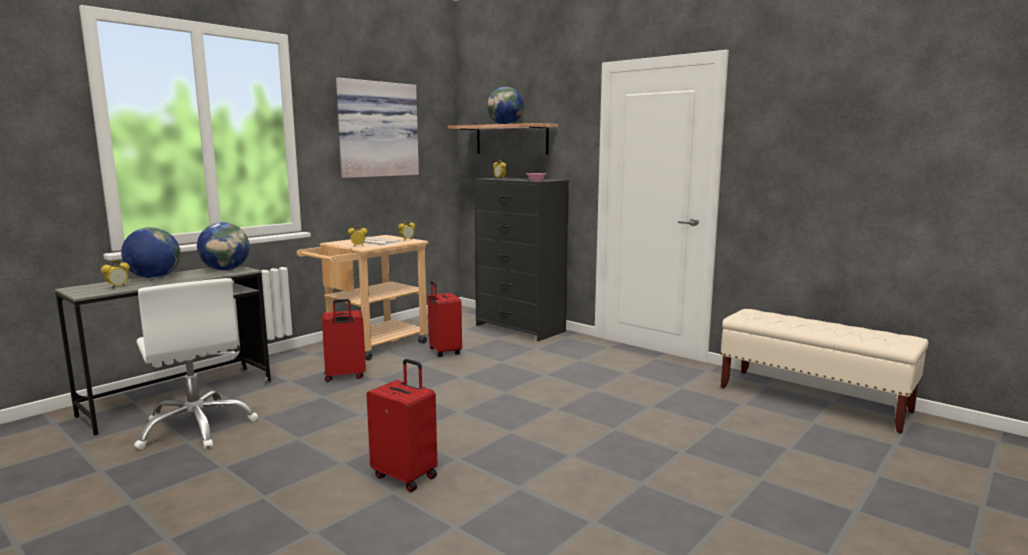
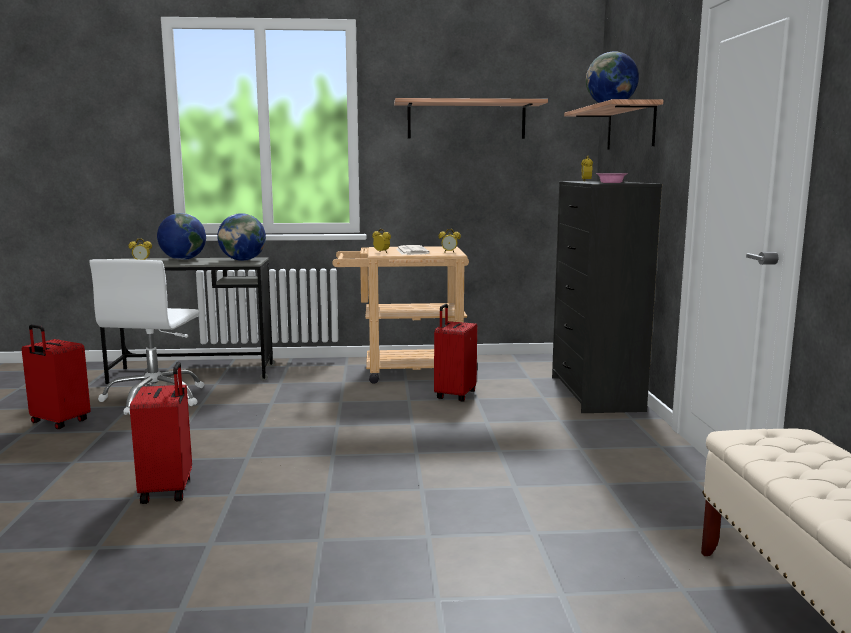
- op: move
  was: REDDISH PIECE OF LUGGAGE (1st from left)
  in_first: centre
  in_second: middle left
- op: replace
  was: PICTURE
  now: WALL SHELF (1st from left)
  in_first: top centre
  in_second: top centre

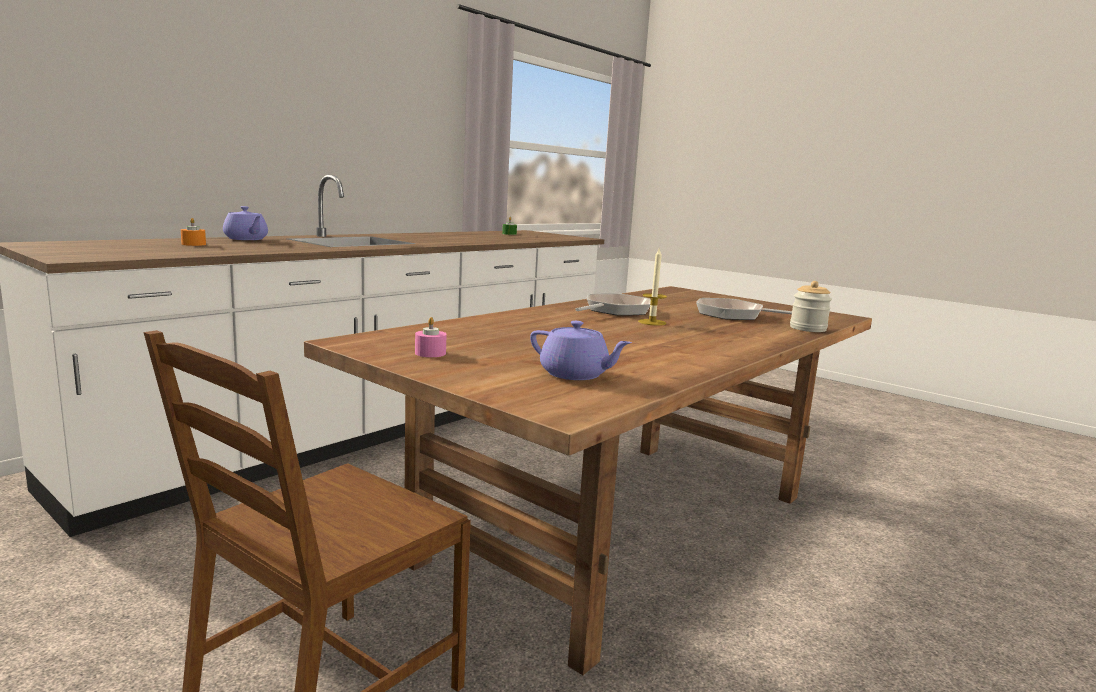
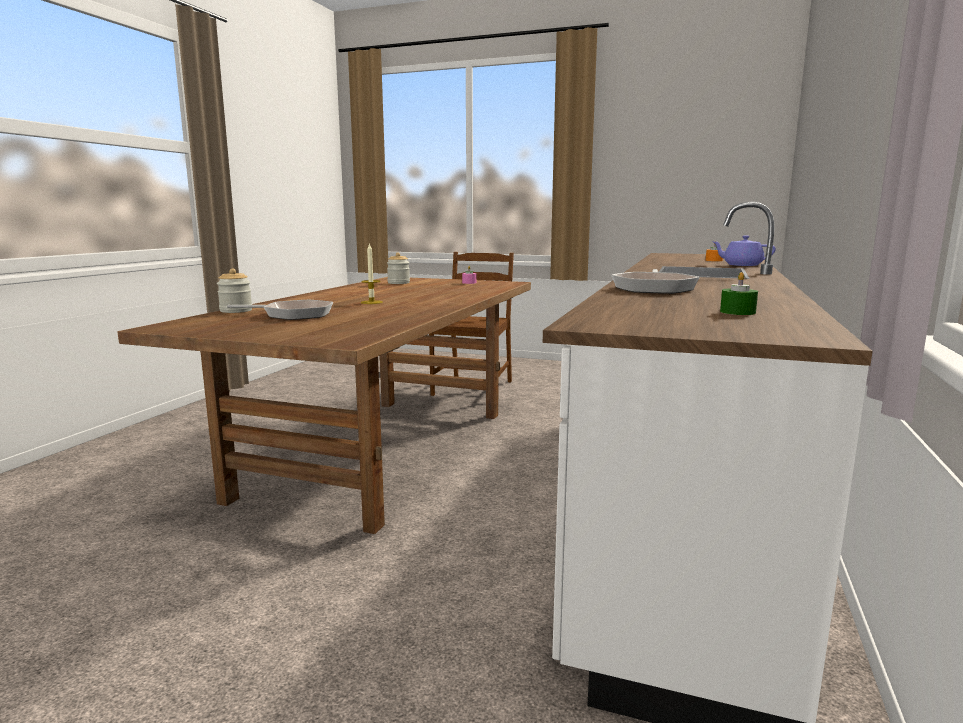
- op: replace
  was: PURPLE-COLOURED POT FOR TEA (2nd from left)
  now: PRESERVE JAR (2nd from left)
  in_first: centre
  in_second: centre
- op: move
  was: FRYING PAN (1st from left in the first image)
  now: FRYING PAN (2nd from left)
  in_first: centre
  in_second: middle right

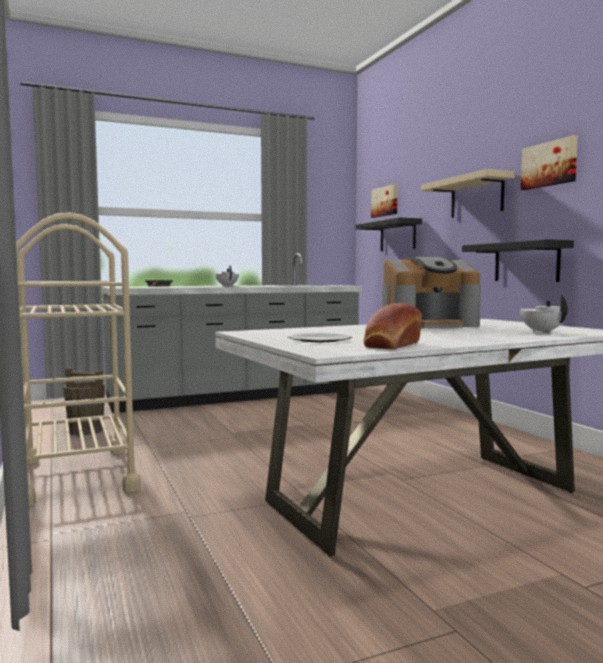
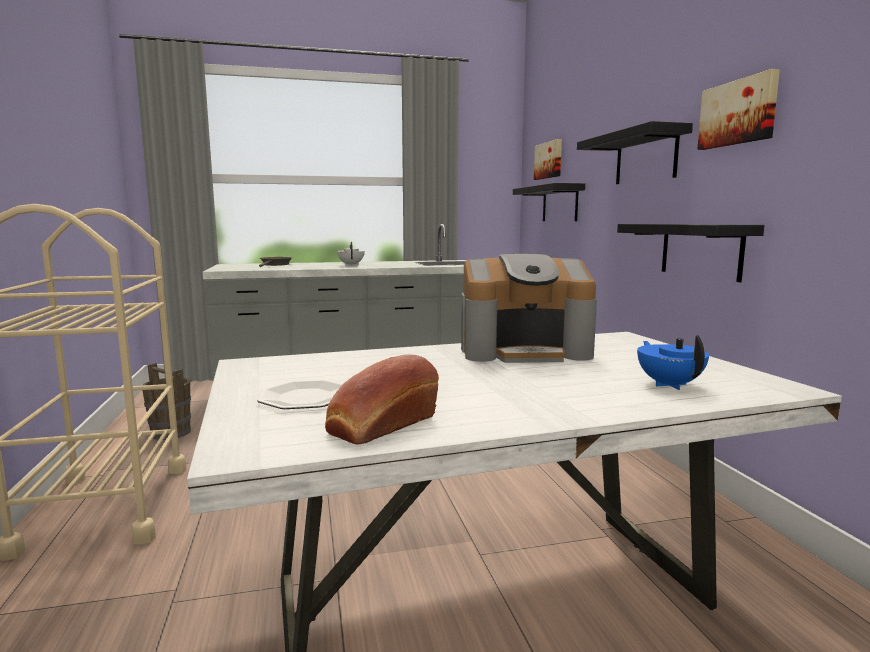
- op: recolor
  was: SAND-COLOURED WALL SHELF
  now: BLACK WALL SHELF (2nd from left)
  in_first: top right
  in_second: top right
- op: recolor
  was: WHITISH POT FOR TEA (2nd from left)
  now: BLUE POT FOR TEA
  in_first: middle right
  in_second: middle right

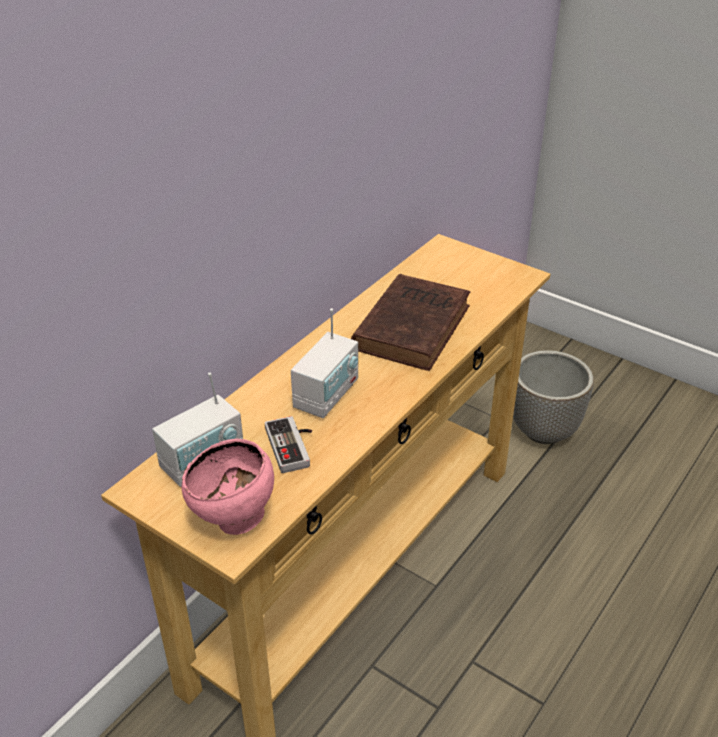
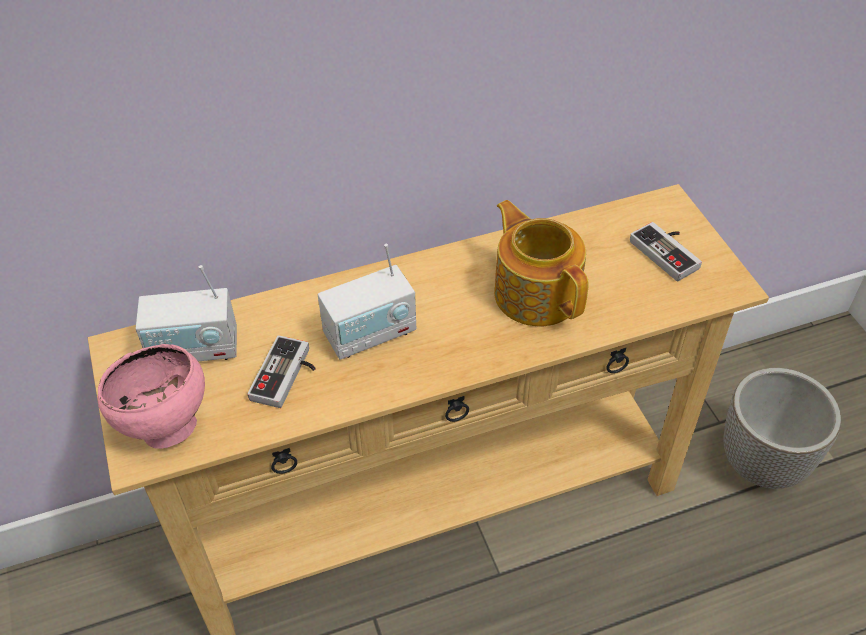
- op: replace
  was: BROWN-COLOURED BOOK
  now: POT FOR TEA
  in_first: centre
  in_second: centre
- op: insert
  now: JOYPAD (2nd from left)
  in_second: middle right

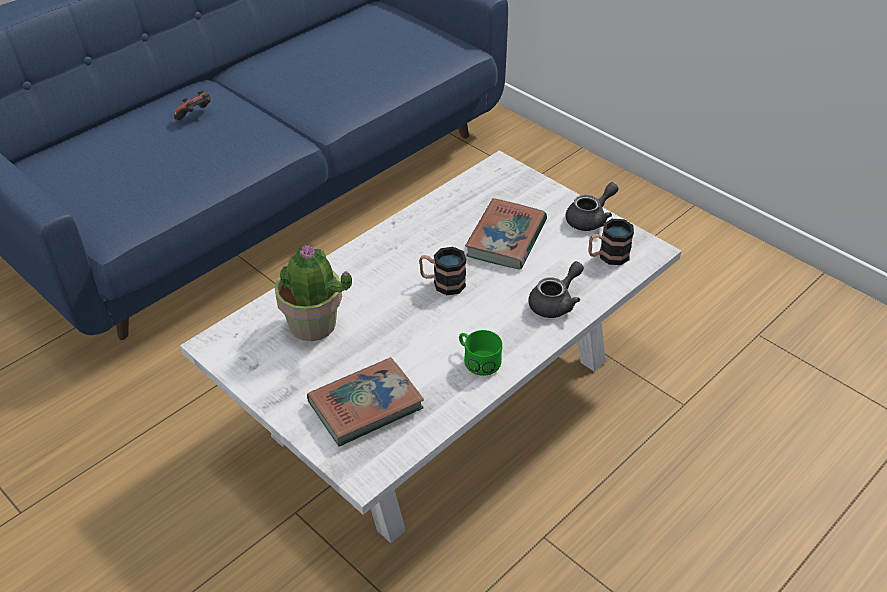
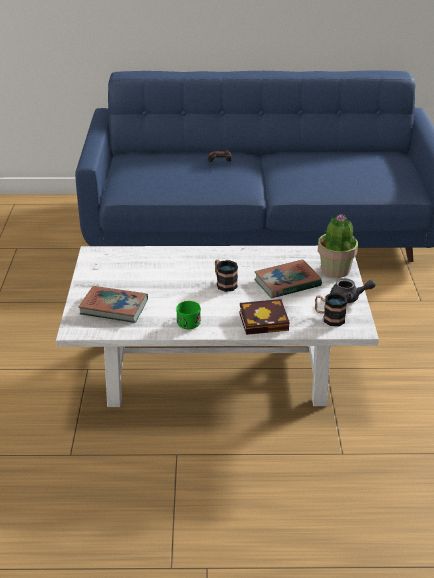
- op: replace
  was: GREYISH POT FOR TEA (1st from left)
  now: BOOK (2nd from left)
  in_first: centre
  in_second: centre
- op: move
  was: POTTED PLANT
  in_first: centre
  in_second: middle right

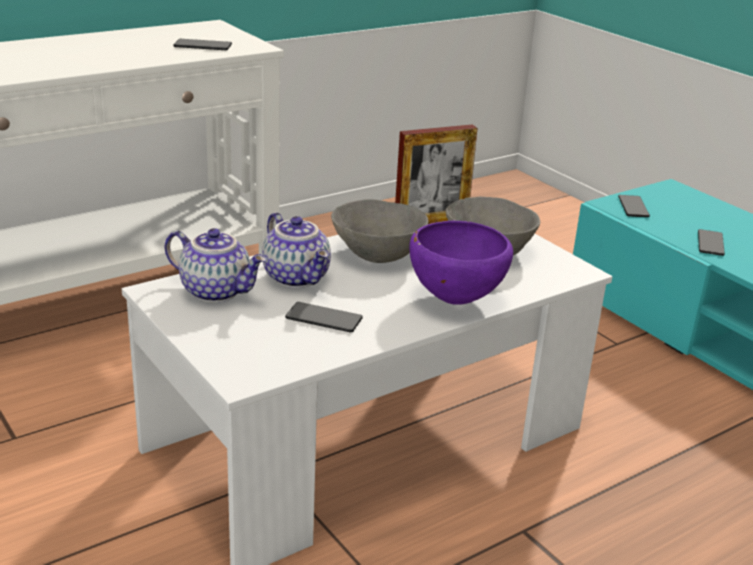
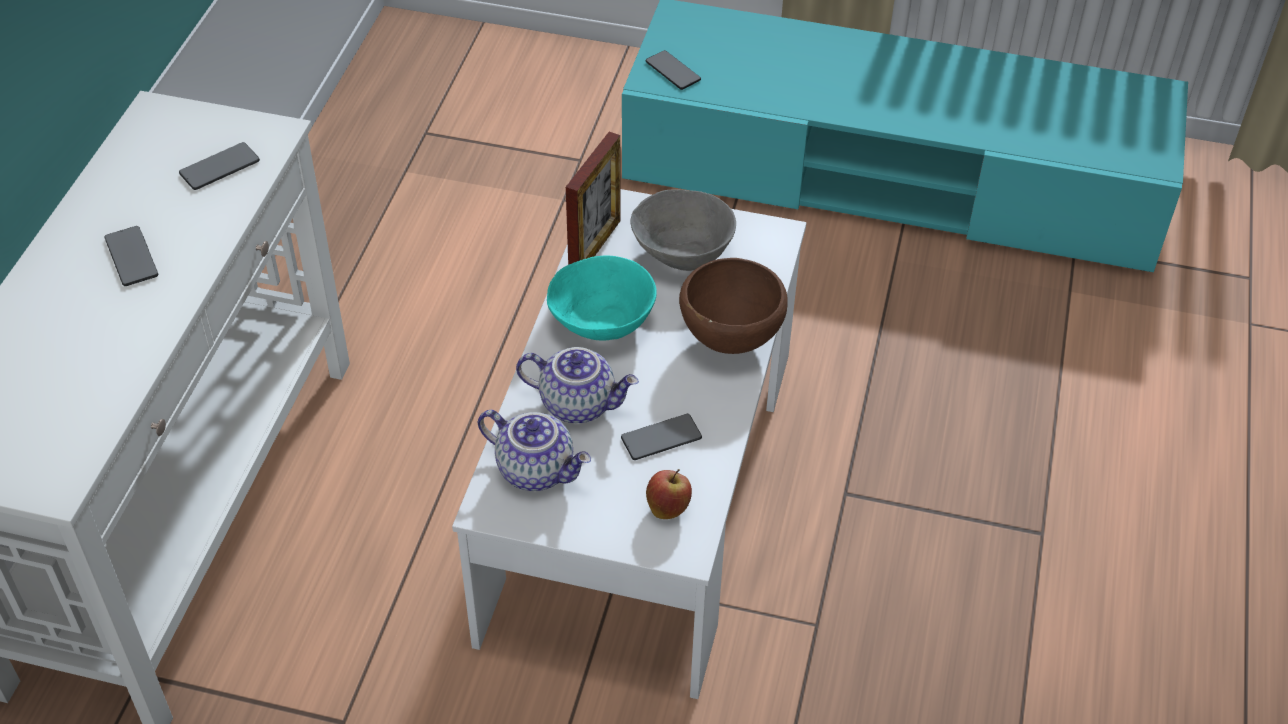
- op: move
  was: TELEPHONE (4th from left in the first image)
  now: TELEPHONE (1st from left)
  in_first: middle right
  in_second: middle left
- op: rotate
  was: POT FOR TEA (1st from left)
  in_first: middle left
  in_second: centre
  clockwise: 45
- op: recolor
  was: GREYISH DEEP DISH (1st from left)
  now: BLUE-GREEN DEEP DISH
  in_first: centre
  in_second: centre
- op: insert
  now: APPLE FRUIT
  in_second: bottom centre
- op: recolor
  was: PURPLE-COLOURED DEEP DISH
  now: BROWN-COLOURED DEEP DISH
  in_first: centre
  in_second: centre

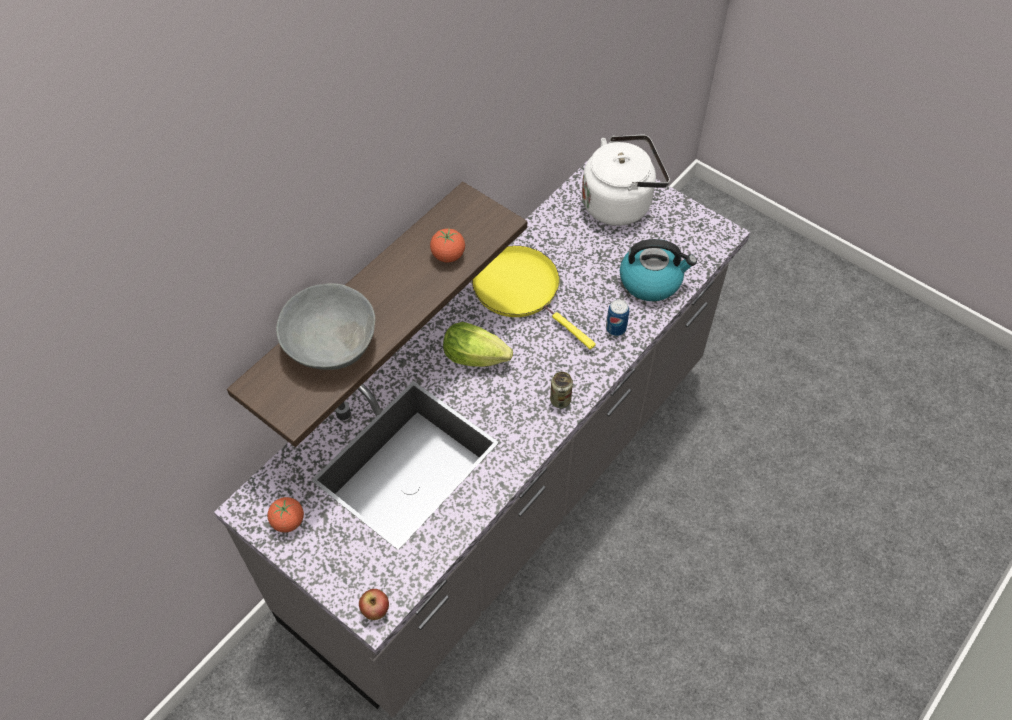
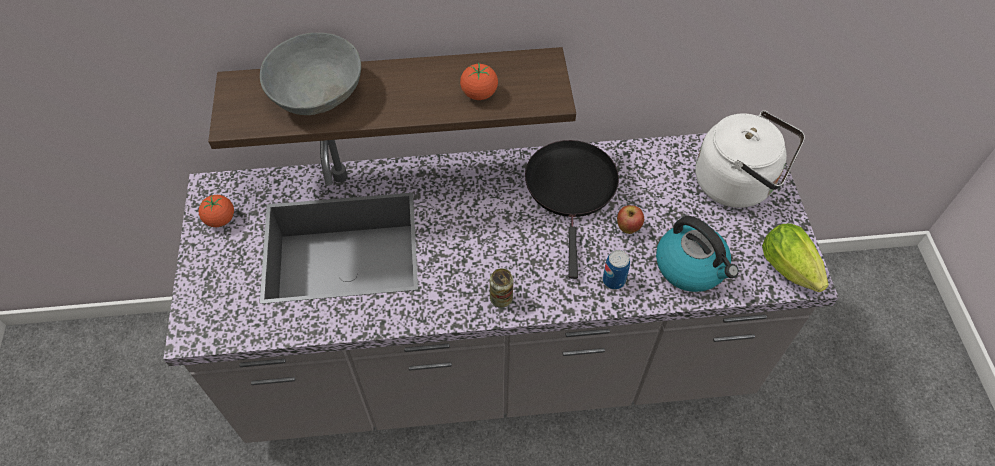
- op: recolor
  was: YELLOW-COLOURED FRYING PAN
  now: BLACK FRYING PAN
  in_first: centre
  in_second: centre
- op: move
  was: APPLE FRUIT
  in_first: bottom centre
  in_second: centre
- op: move
  was: HEAD OF LETTUCE
  in_first: centre
  in_second: middle right

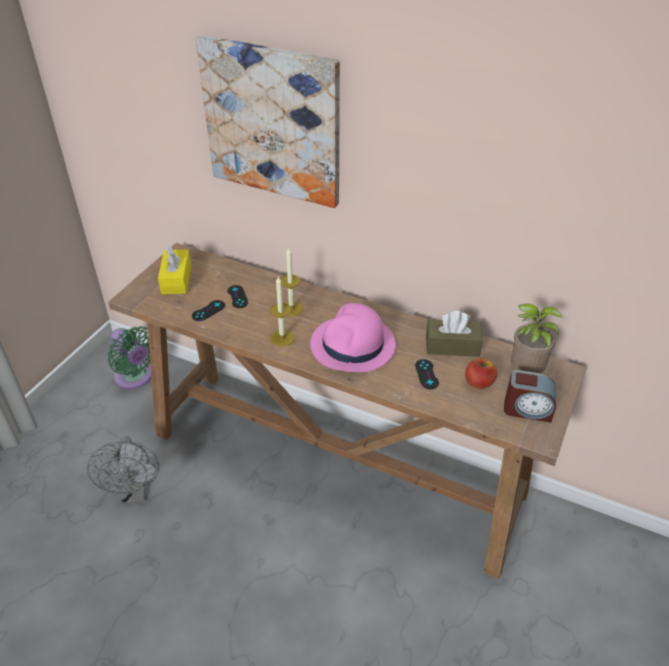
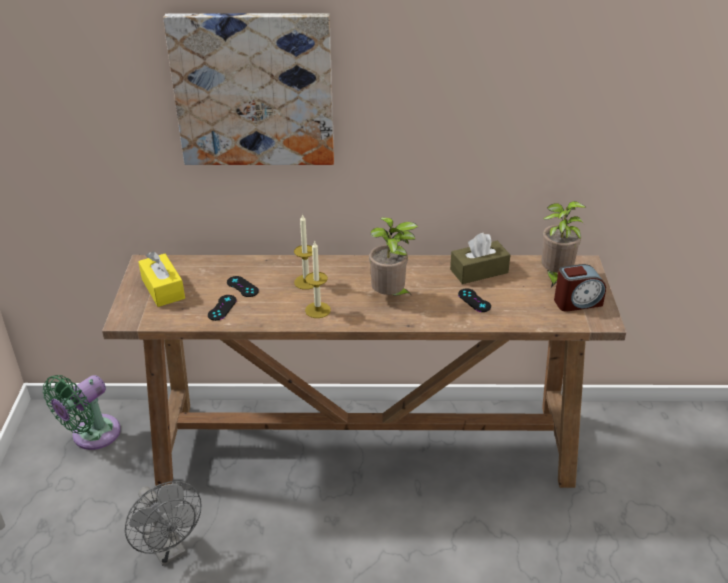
- op: rotate
  was: GREEN-COLOURED ELECTRIC FAN
  in_first: middle left
  in_second: bottom left
  clockwise: 105
- op: replace
  was: PINK WEARABLE HAT
  now: POTTED PLANT (1st from left)
  in_first: centre
  in_second: centre
- op: delete
  was: APPLE FRUIT
  in_first: middle right

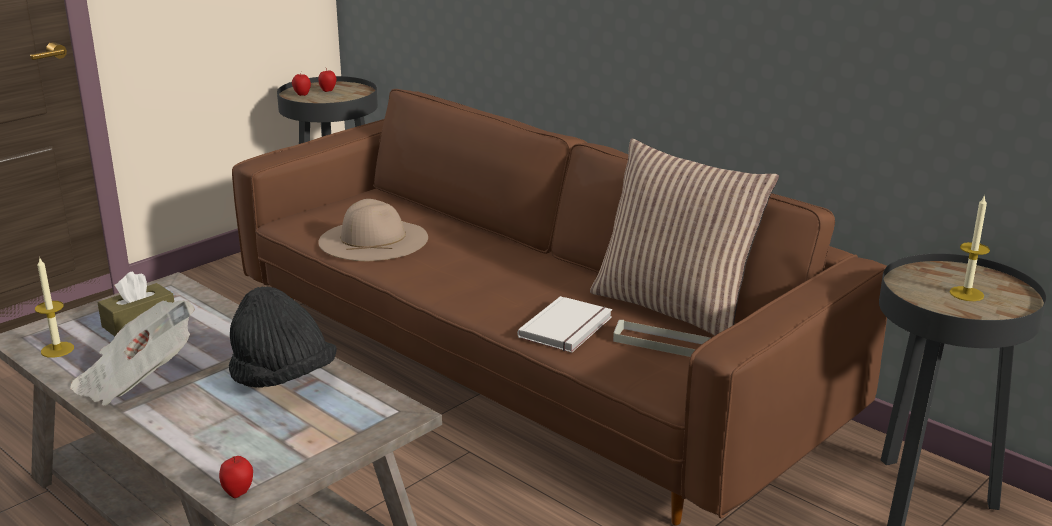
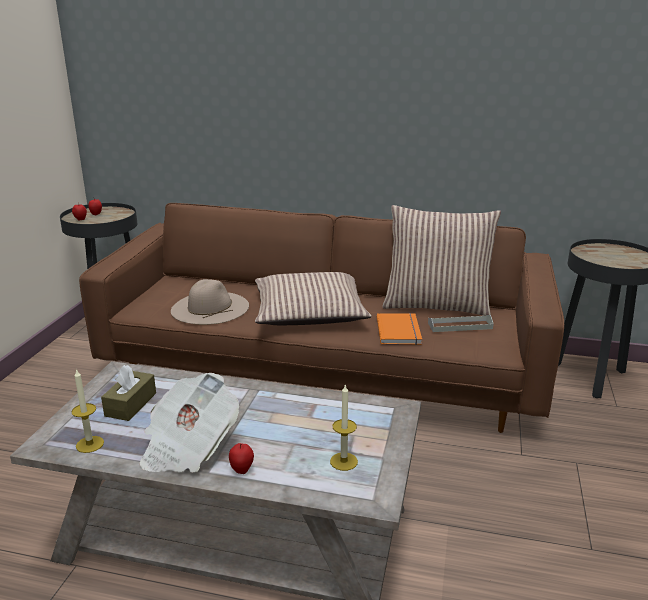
- op: move
  was: APPLE FRUIT (1st from left in the first image)
  now: APPLE FRUIT (3rd from left)
  in_first: bottom left
  in_second: bottom centre
- op: insert
  now: CUSHION (1st from left)
  in_second: centre
- op: move
  was: WAX CANDLE (2nd from left)
  in_first: middle right
  in_second: bottom centre
- op: recolor
  was: WHITISH BOOK
  now: ORANGEY BOOK
  in_first: centre
  in_second: centre
- op: delete
  was: BLACK WEARABLE HAT
  in_first: middle left

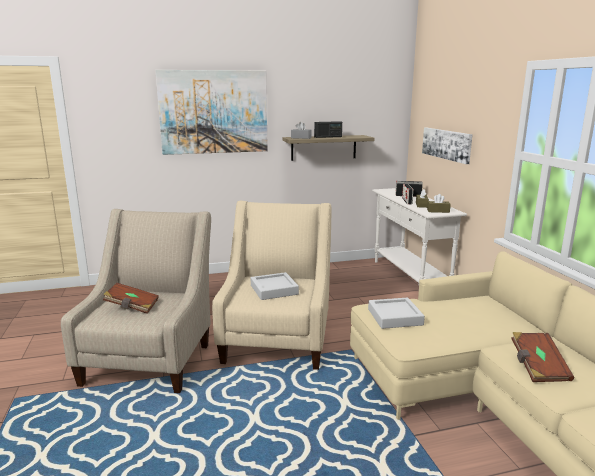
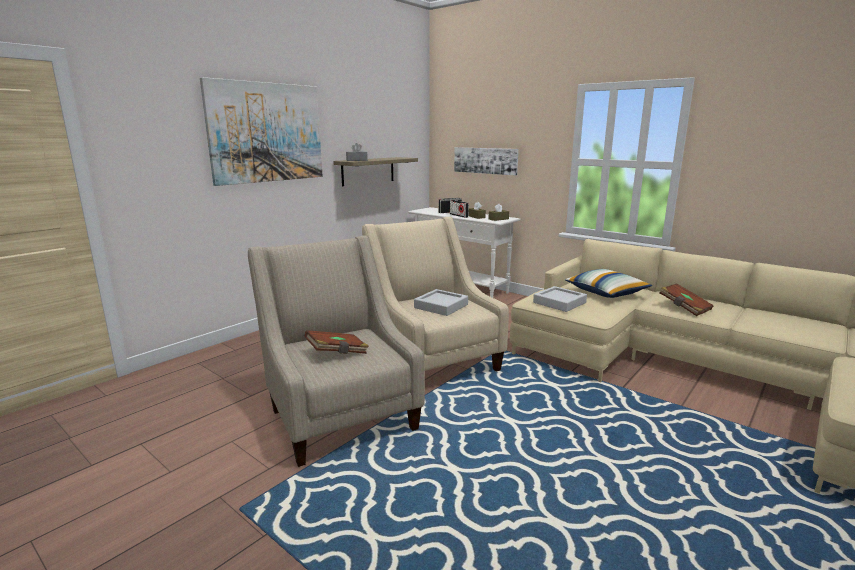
- op: insert
  now: CUSHION
  in_second: middle right
- op: delete
  was: RADIO SET (1st from left)
  in_first: top centre

